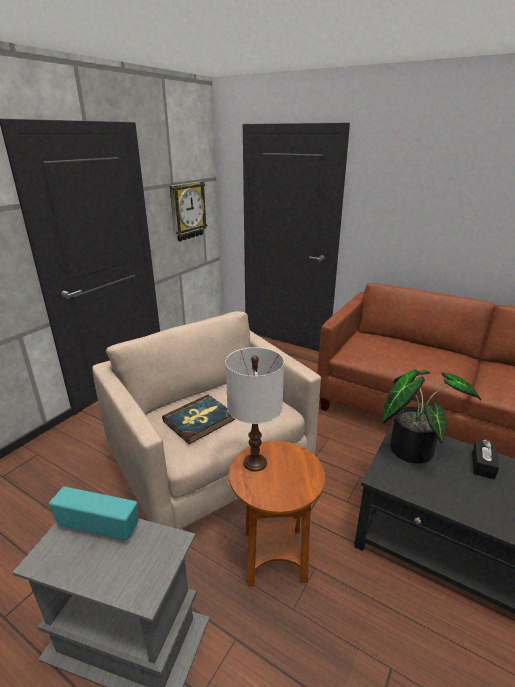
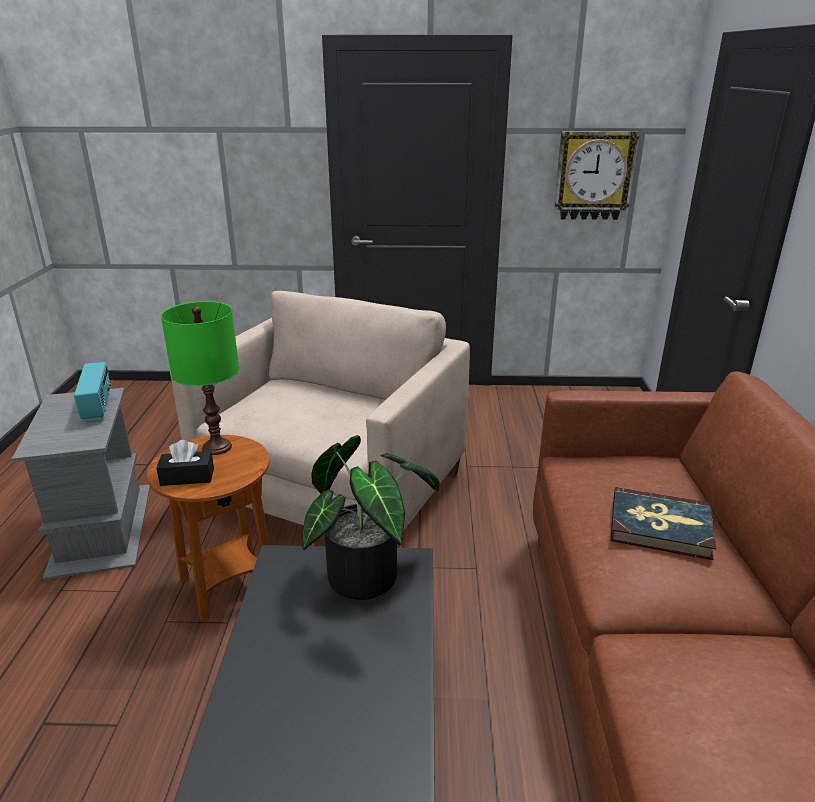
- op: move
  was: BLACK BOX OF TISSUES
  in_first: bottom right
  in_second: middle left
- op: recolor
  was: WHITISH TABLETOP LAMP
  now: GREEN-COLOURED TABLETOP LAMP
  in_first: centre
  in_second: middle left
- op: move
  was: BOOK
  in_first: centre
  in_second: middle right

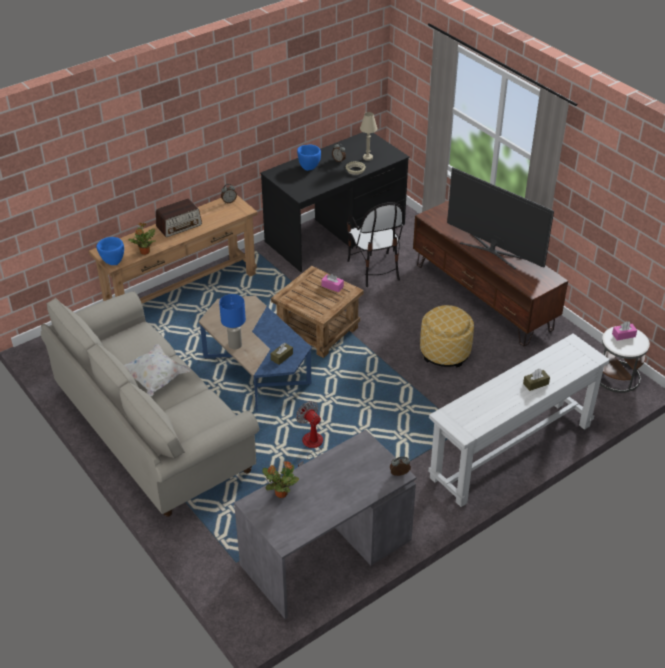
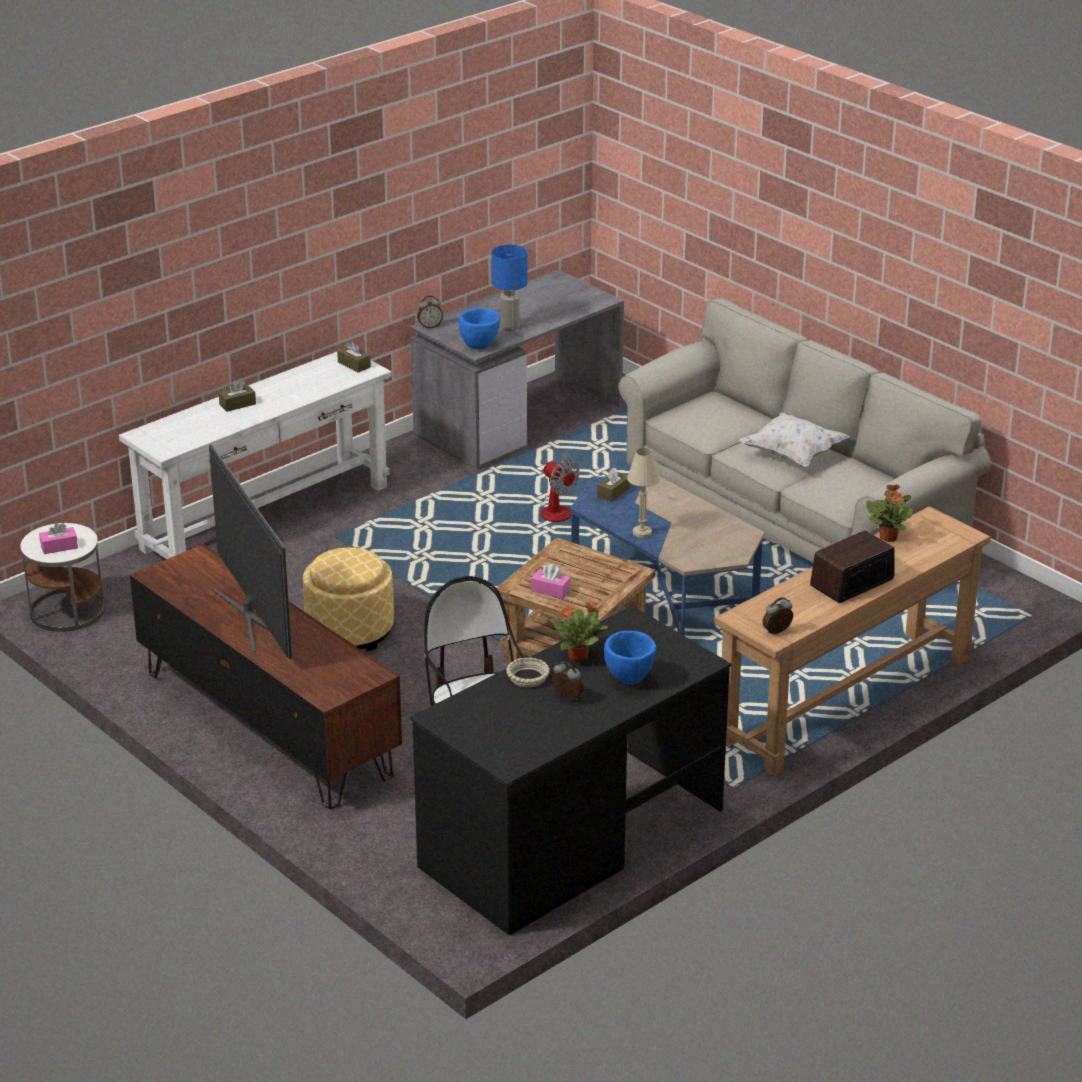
- op: rotate
  was: TV
  in_first: top right
  in_second: middle left
  clockwise: -150
- op: insert
  now: BROWN-COLOURED BOX OF TISSUES (2nd from left)
  in_second: top left
- op: move
  was: BLUE DEEP DISH (1st from left)
  in_first: middle left
  in_second: top centre
- op: move
  was: BLUE TABLETOP LAMP
  in_first: centre
  in_second: top centre
- op: move
  was: POTTED PLANT (2nd from left in the first image)
  now: POTTED PLANT (1st from left)
  in_first: bottom centre
  in_second: centre
- op: move
  was: SAND-COLOURED TABLETOP LAMP
  in_first: top centre
  in_second: centre

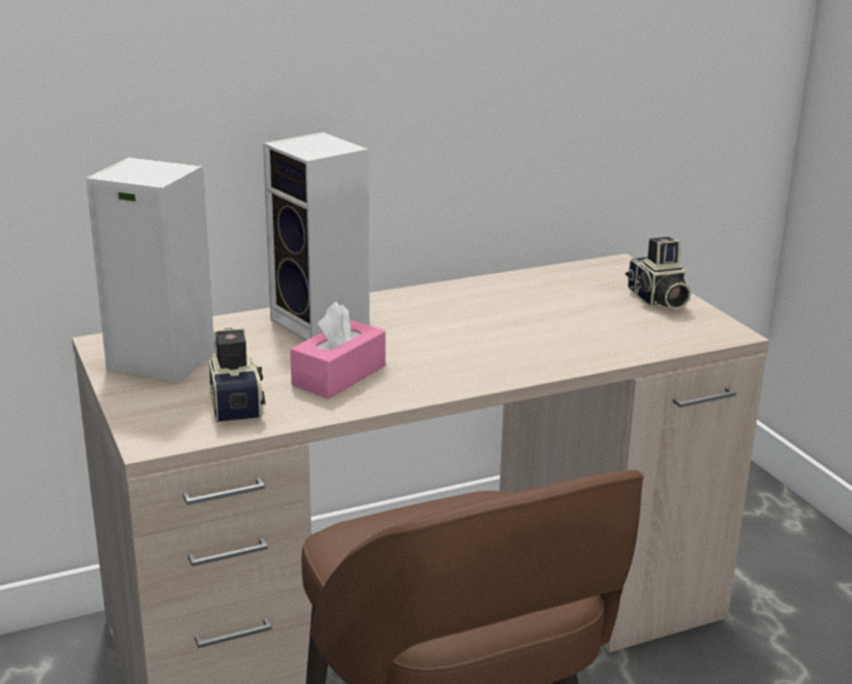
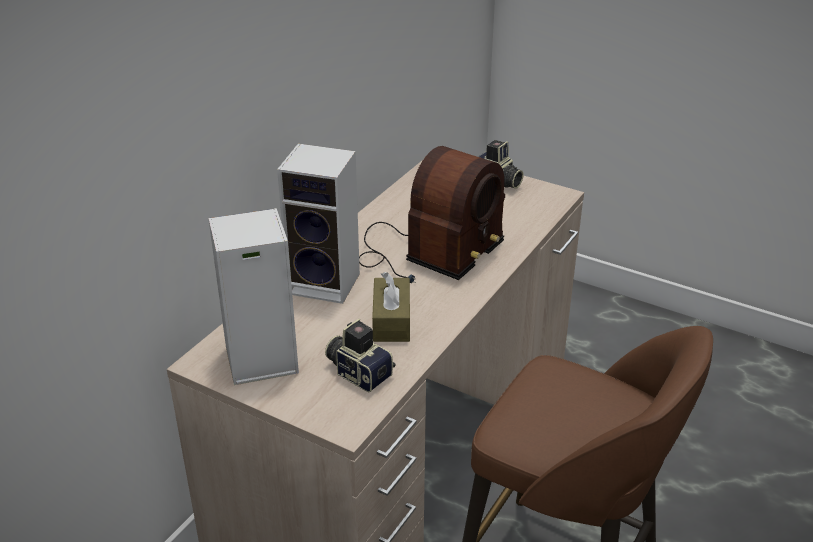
- op: insert
  now: RADIO SET
  in_second: centre
- op: recolor
  was: PINK BOX OF TISSUES
  now: BROWN-COLOURED BOX OF TISSUES
  in_first: centre
  in_second: centre

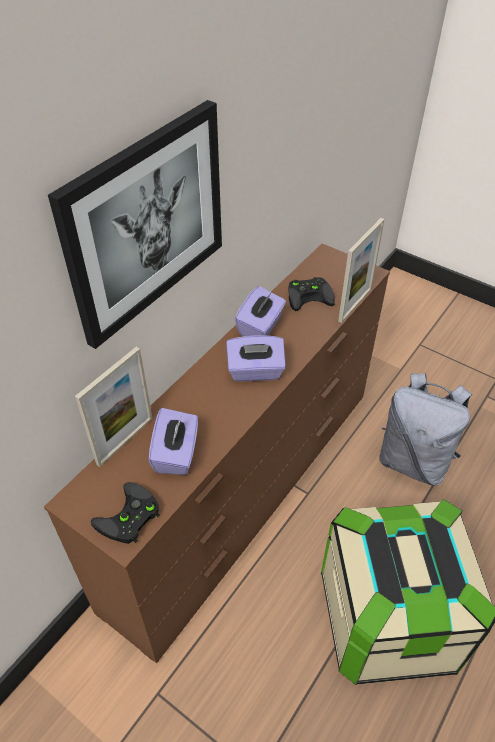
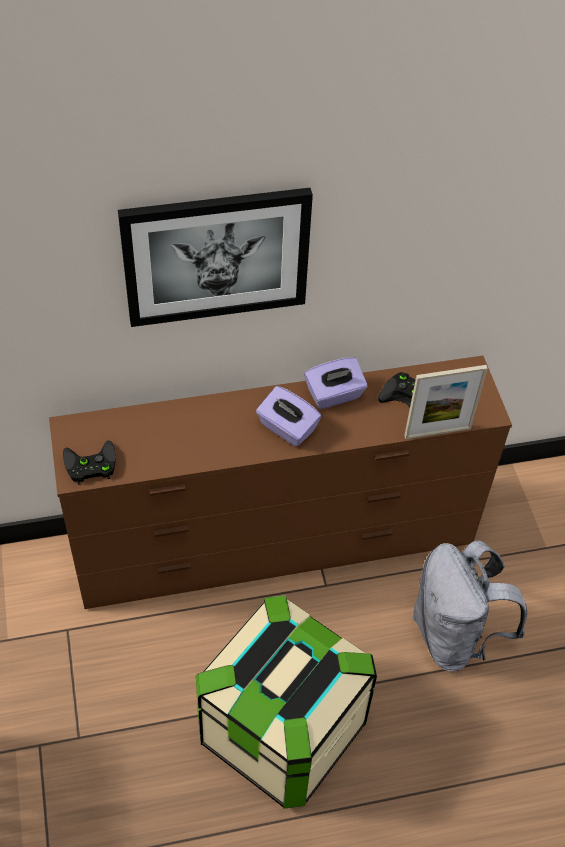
- op: delete
  was: PHOTO FRAME (1st from left)
  in_first: middle left
- op: delete
  was: PURPLE-COLOURED BOX OF TISSUES (1st from left)
  in_first: centre

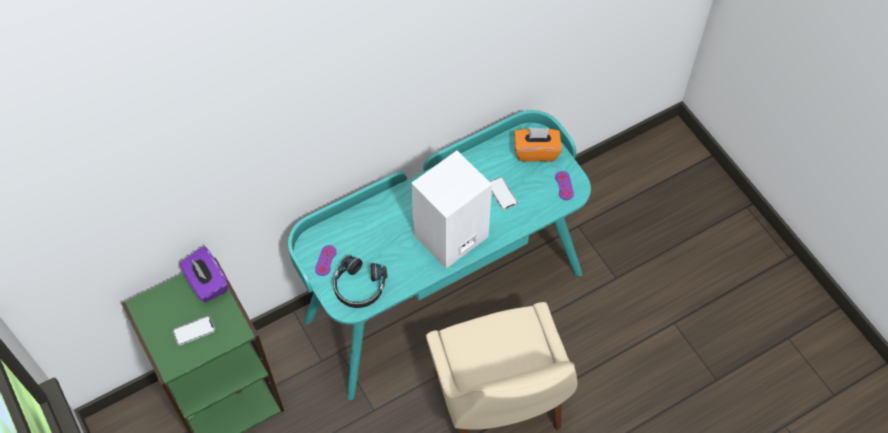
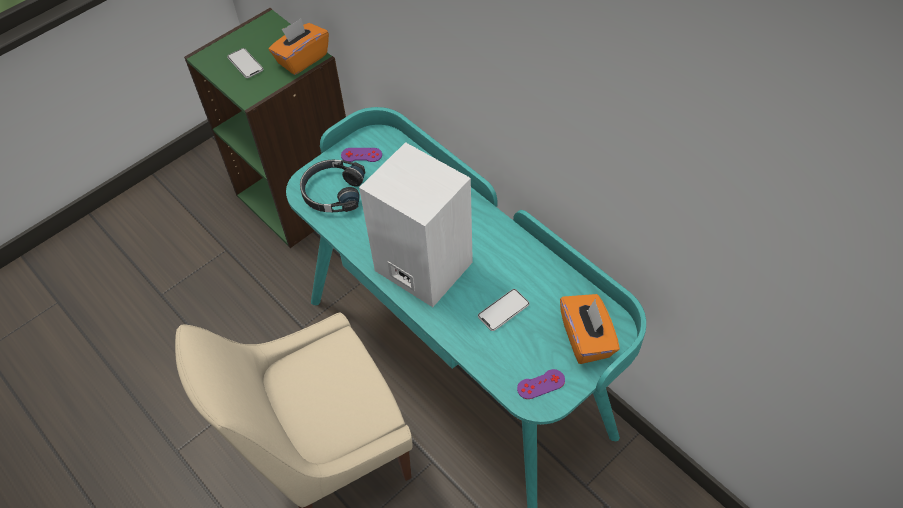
- op: recolor
  was: PURPLE-COLOURED BOX OF TISSUES
  now: ORANGEY BOX OF TISSUES (1st from left)
  in_first: middle left
  in_second: top left

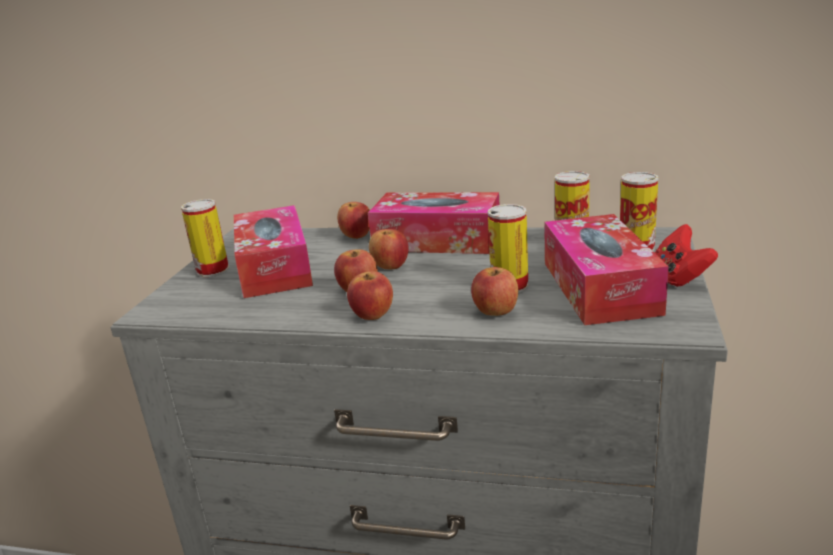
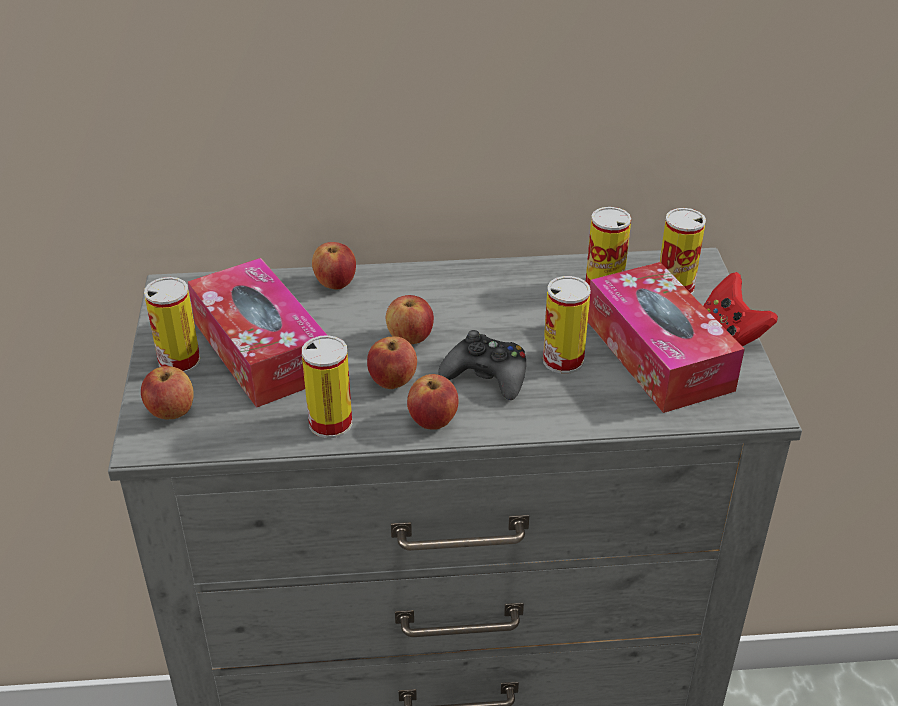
- op: move
  was: APPLE FRUIT (5th from left in the first image)
  now: APPLE FRUIT (1st from left)
  in_first: centre
  in_second: middle left
- op: insert
  now: CAN (2nd from left)
  in_second: centre
- op: insert
  now: BLACK JOYPAD
  in_second: centre
- op: delete
  was: BOX OF TISSUES (2nd from left)
  in_first: centre

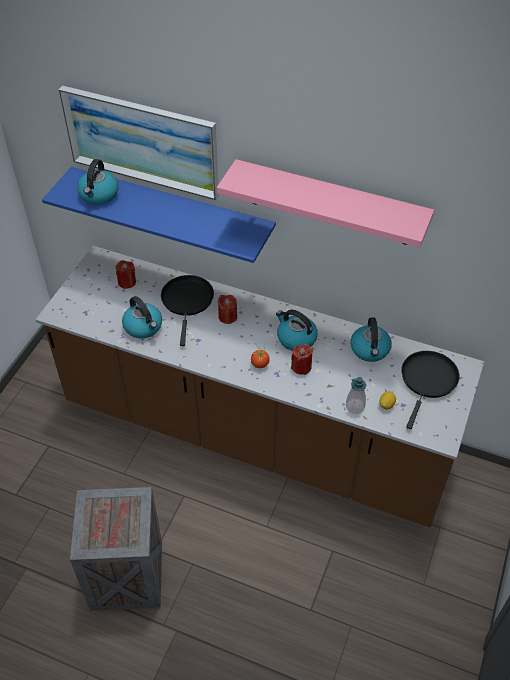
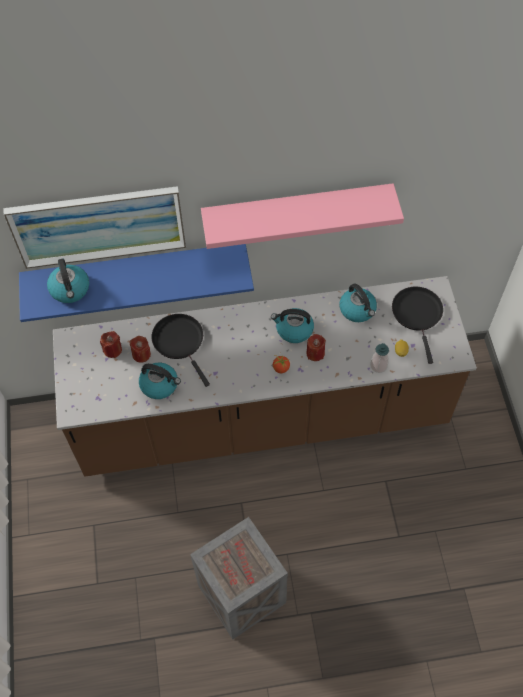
- op: move
  was: REDDISH WAX CANDLE (2nd from left)
  in_first: centre
  in_second: middle left

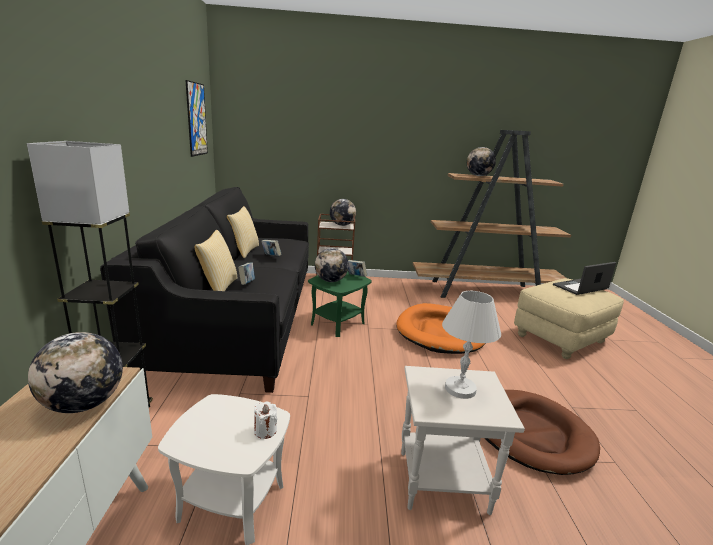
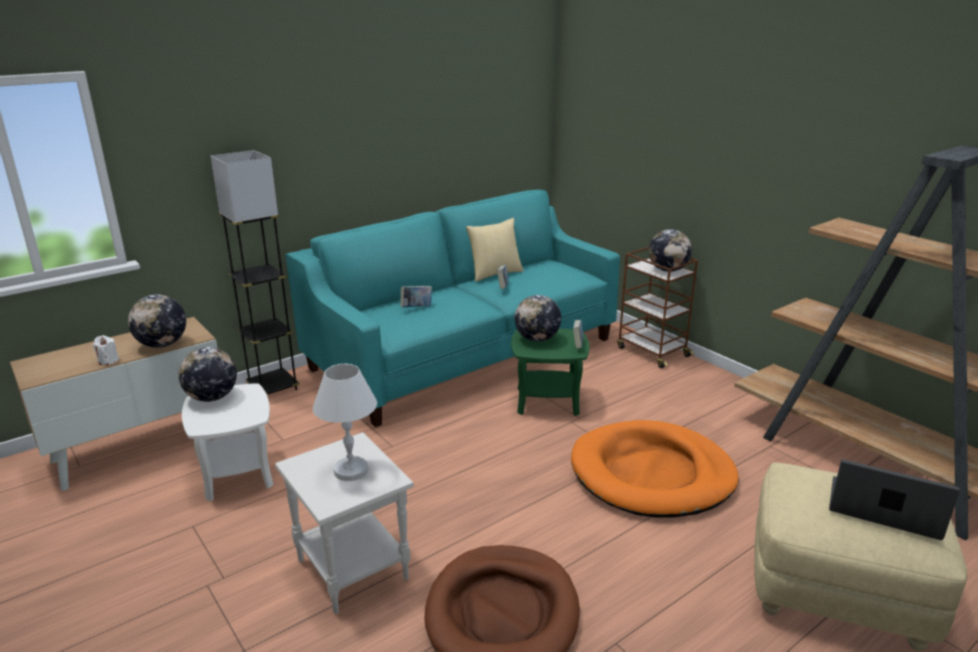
- op: move
  was: WHITISH WAX CANDLE
  in_first: bottom centre
  in_second: middle left
- op: move
  was: WORLD GLOBE (4th from left in the first image)
  now: WORLD GLOBE (2nd from left)
  in_first: top right
  in_second: middle left
- op: recolor
  was: BLACK SETTEE
  now: BLUE-GREEN SETTEE
  in_first: middle left
  in_second: centre
- op: delete
  was: PICTURE
  in_first: top left
- op: delete
  was: CUSHION (1st from left)
  in_first: middle left

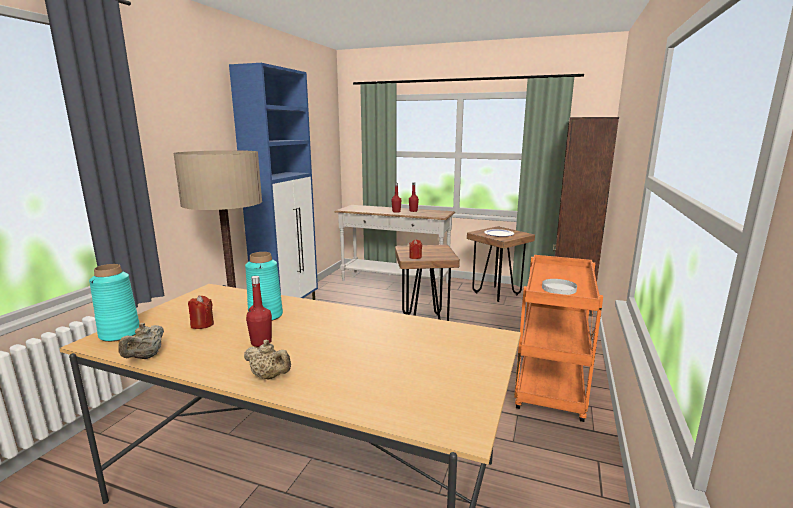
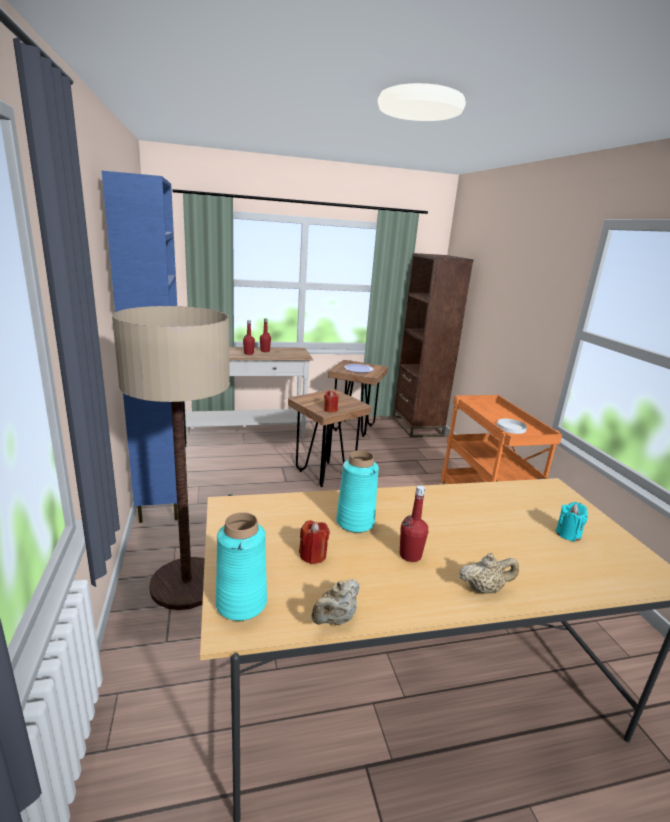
- op: rotate
  was: SAND-COLOURED POT FOR TEA (1st from left)
  in_first: bottom left
  in_second: bottom centre
  clockwise: 60
- op: insert
  now: BLUE-GREEN WAX CANDLE
  in_second: middle right

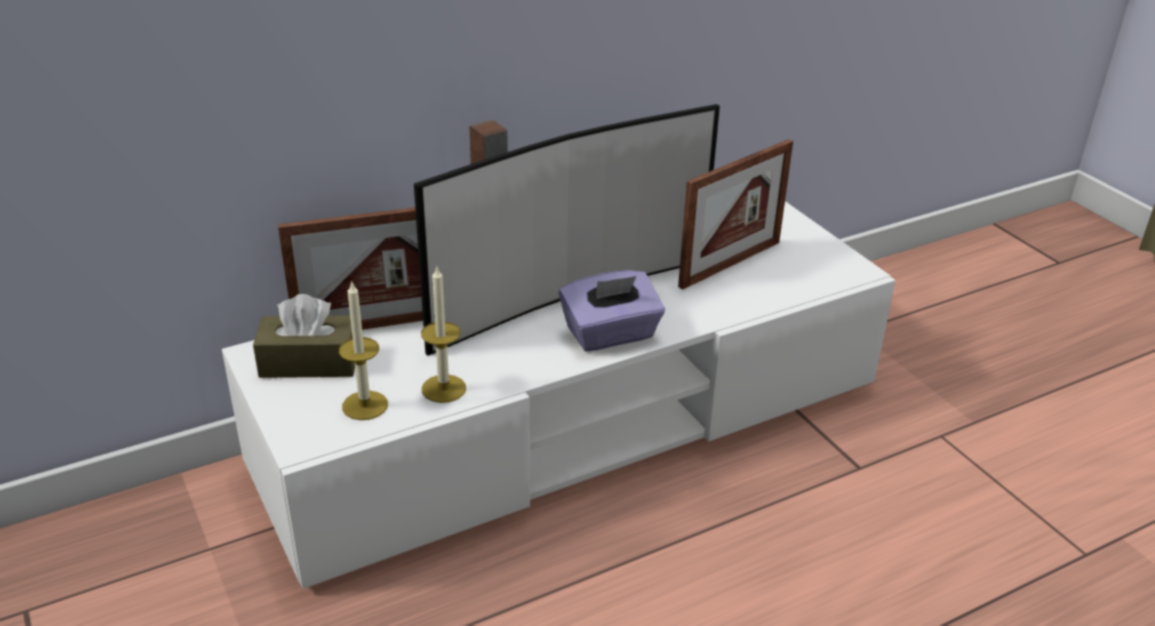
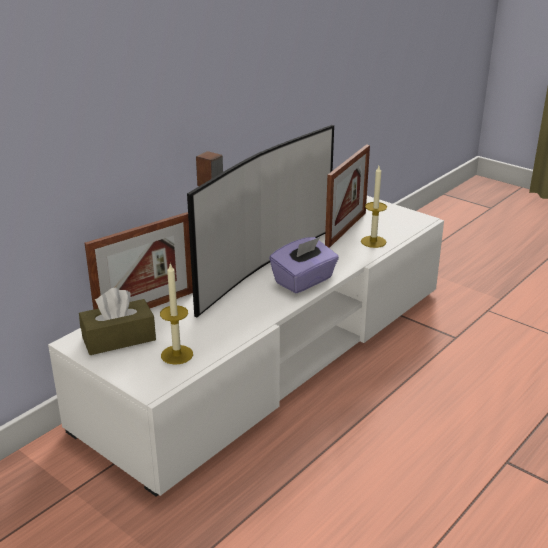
- op: move
  was: WAX CANDLE (2nd from left)
  in_first: centre
  in_second: middle right

